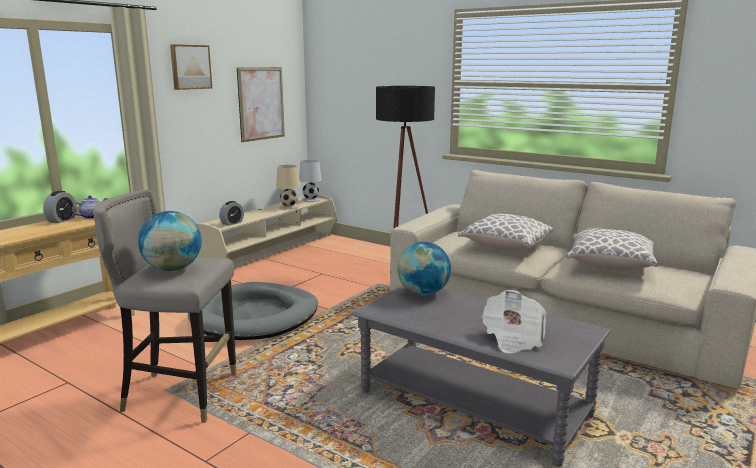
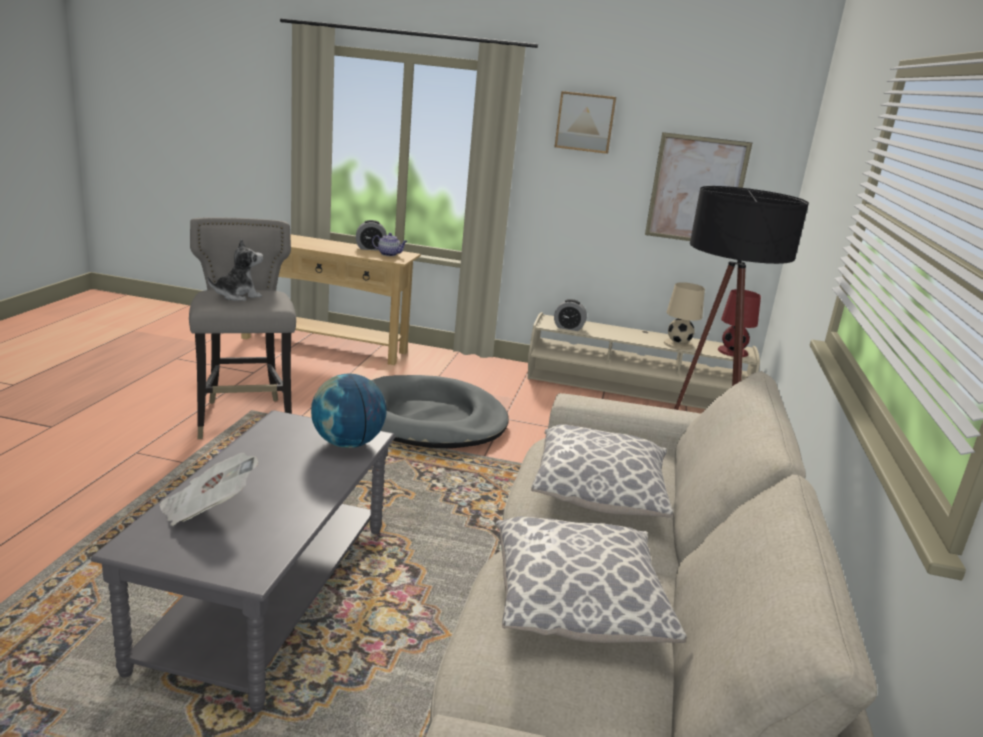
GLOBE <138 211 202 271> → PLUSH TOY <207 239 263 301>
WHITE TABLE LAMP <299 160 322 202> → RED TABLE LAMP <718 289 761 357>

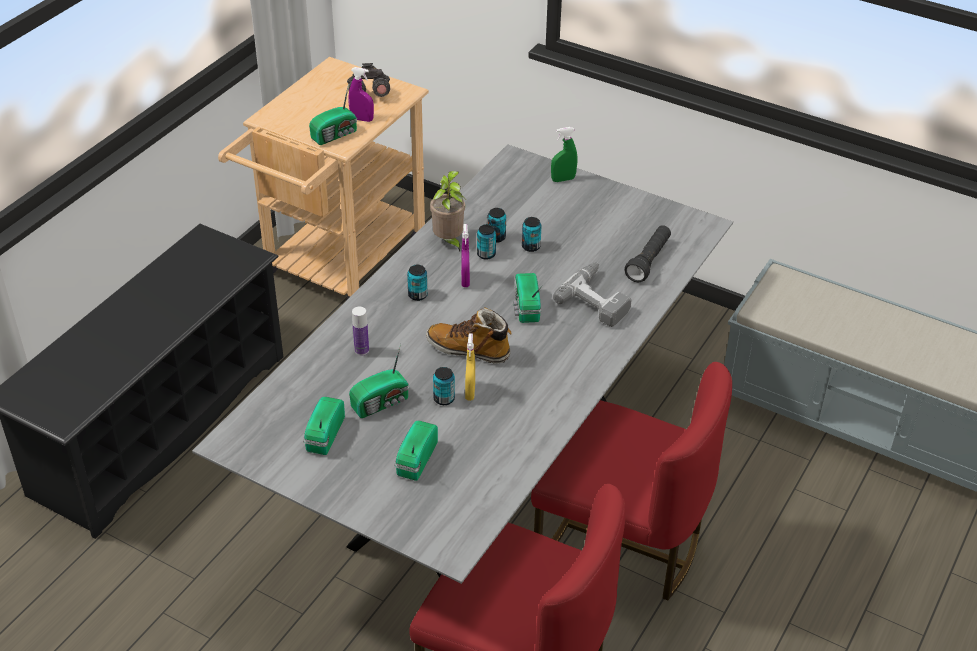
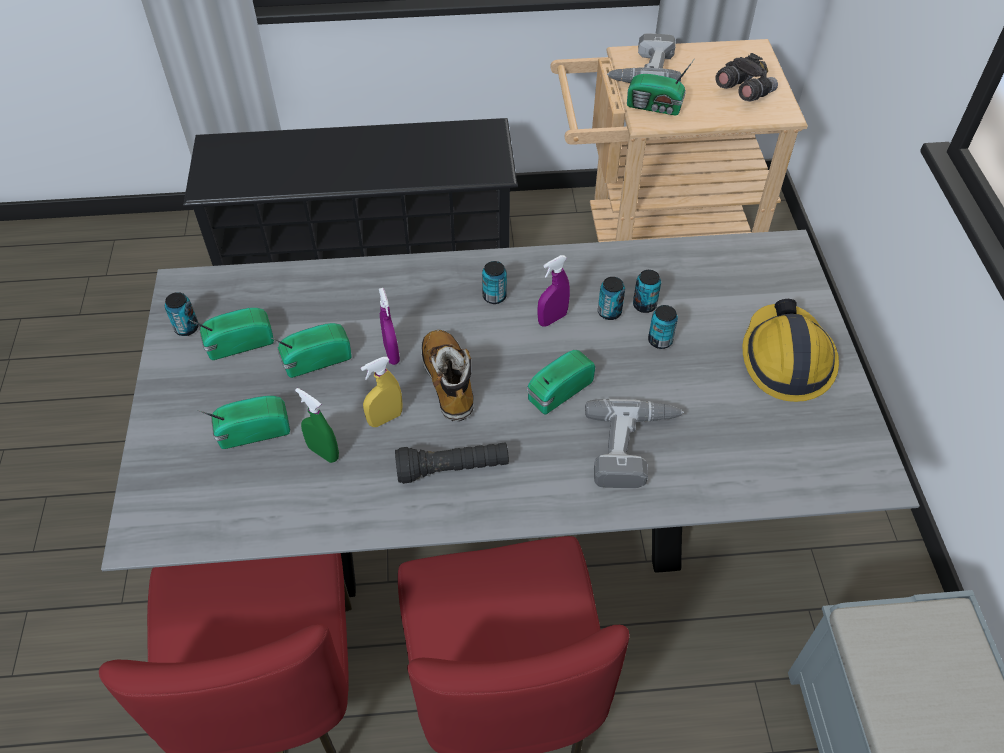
CAN <433 367 455 405> → CAN <165 292 199 336>, moved
RADIO <349 344 409 418> → RADIO <272 323 352 378>, 135 degrees clockwise
GREEN SPRAY BOTTLE <551 127 577 182> → GREEN SPRAY BOTTLE <295 388 339 463>, moved
PURPLE SPRAY BOTTLE <349 67 374 122> → PURPLE SPRAY BOTTLE <379 288 400 365>, moved
BLACK FLASHLIGHT <625 225 671 282> → BLACK FLASHLIGHT <395 443 509 484>, moved
- → POWER DRILL <607 34 681 83>
- → HARD HAT <742 299 839 402>
BOTTLE <352 307 369 356> → -
POTTED PLANT <430 171 465 252> → -

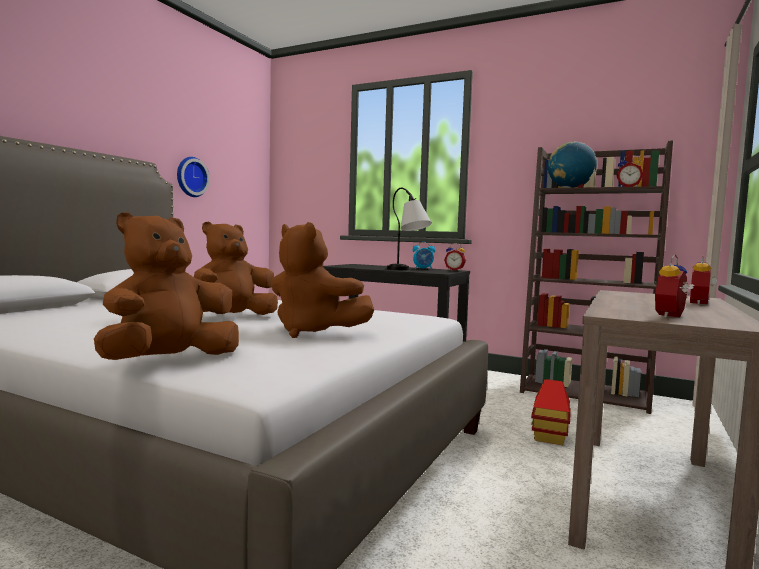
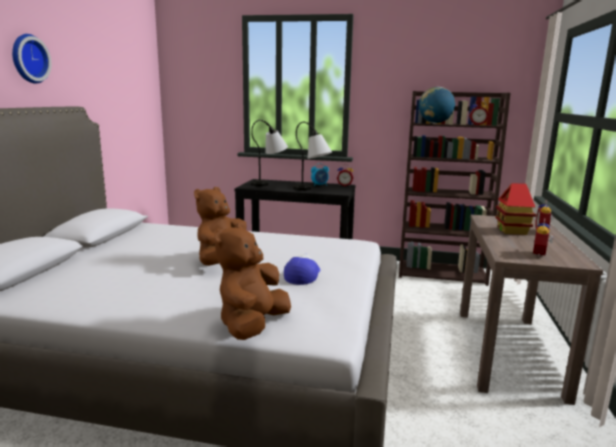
WALL CLOCK <177 157 210 197> → WALL CLOCK <12 34 52 84>, moved
- → TABLE LAMP <251 120 288 187>
BROWN PLUSH TOY <271 222 374 338> → CAP <284 254 320 285>
TOY HOUSE <531 379 571 445> → TOY HOUSE <495 183 536 235>, moved

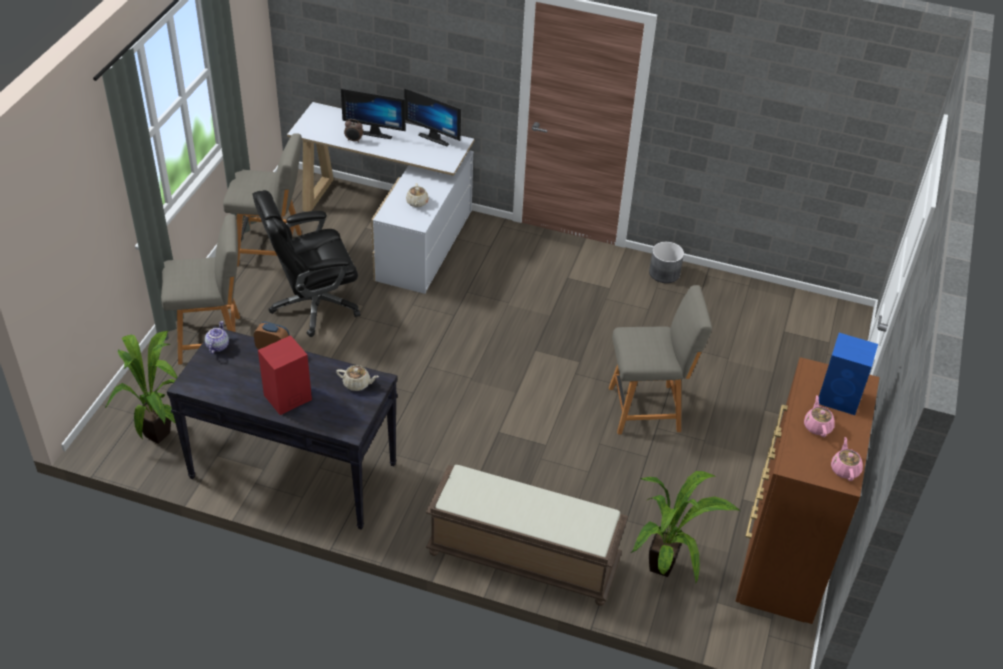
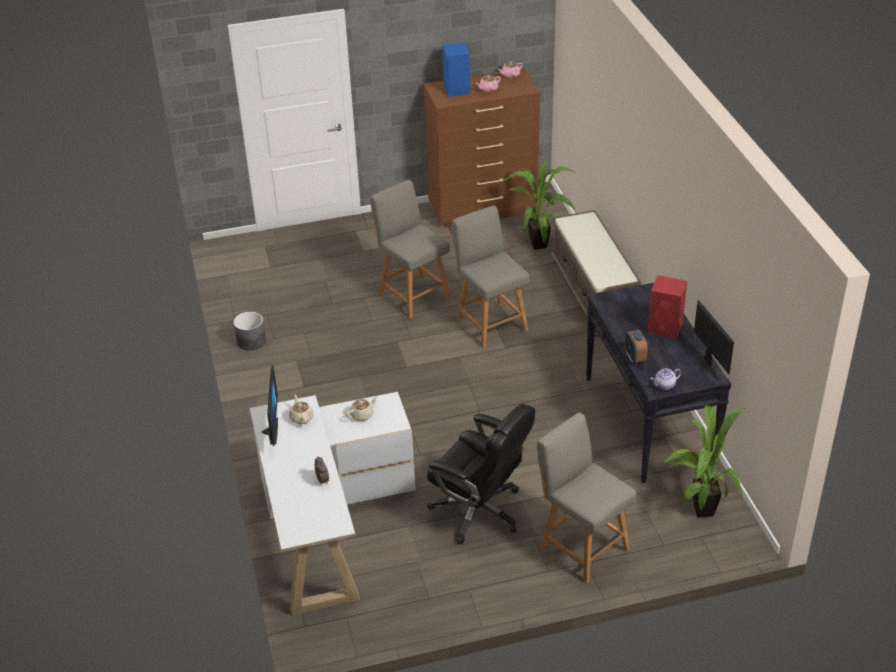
BEIGE TEAPOT <336 365 379 391> → BEIGE TEAPOT <289 395 313 424>, moved
GREY CHAIR <223 133 302 266> → GREY CHAIR <452 206 530 348>, moved
MONITOR <341 88 406 139> → MONITOR <694 300 734 376>, moved

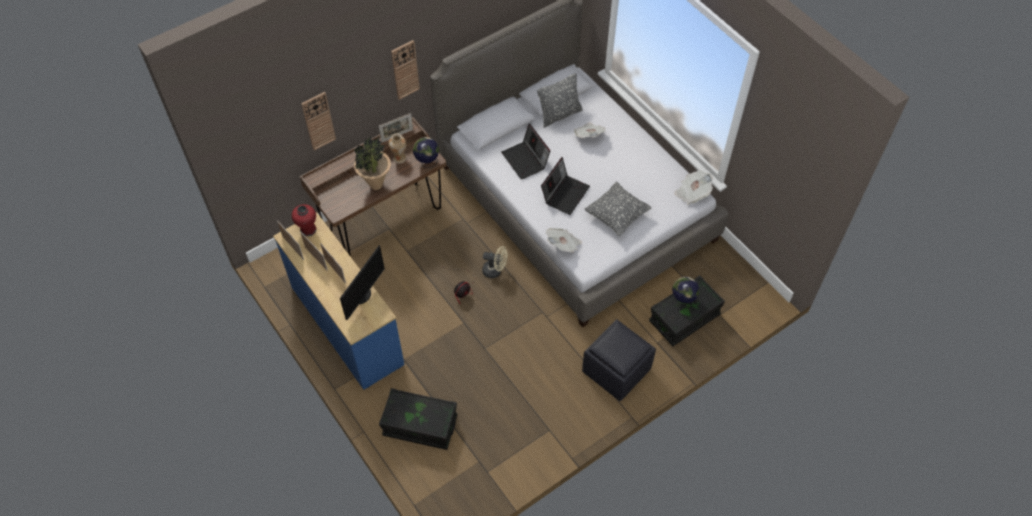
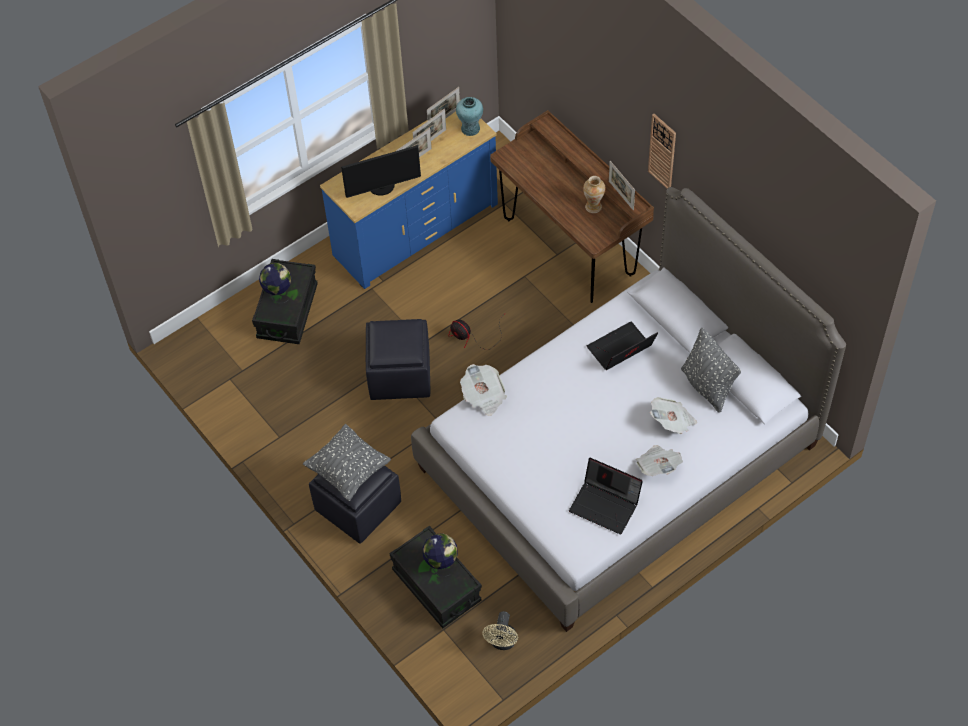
GLOBE <413 137 439 168> → GLOBE <259 263 292 303>, moved
GREY PILLOW <585 182 651 236> → GREY PILLOW <303 424 391 501>, moved
MONITOR <340 245 385 320> → MONITOR <341 145 421 198>, 45 degrees counterclockwise
- → BLACK OTTOMAN <366 319 430 400>
RED VASE <292 204 317 236> → TURQUOISE VASE <456 97 483 136>
BEIGE FAN <482 246 507 278> → BEIGE FAN <482 611 518 650>, moved
LAPTOP <541 157 590 215> → LAPTOP <569 458 643 534>, moved
NEWSPAPER <675 170 713 205> → NEWSPAPER <635 445 683 476>, moved
WALL CLOCK <301 92 336 151> → -
POTTED PLANT <354 137 391 190> → -

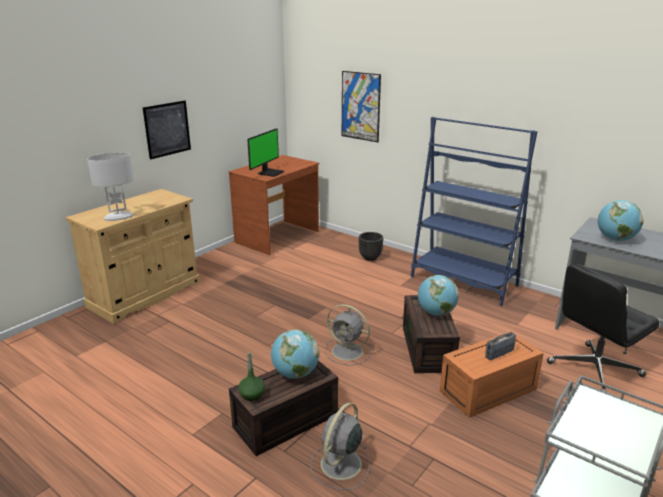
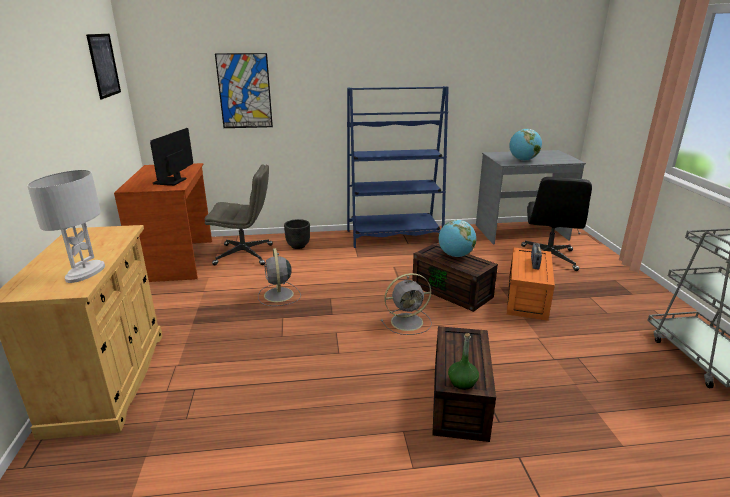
PICTURE <143 101 191 160> → PICTURE <86 34 121 99>, moved
MONITOR <247 128 284 177> → MONITOR <150 128 193 186>, 150 degrees counterclockwise
- → GREY OFFICE CHAIR <204 164 273 265>
GREY FAN <310 403 369 490> → GREY FAN <258 248 301 306>, moved
GLOBE <271 329 319 379> → -

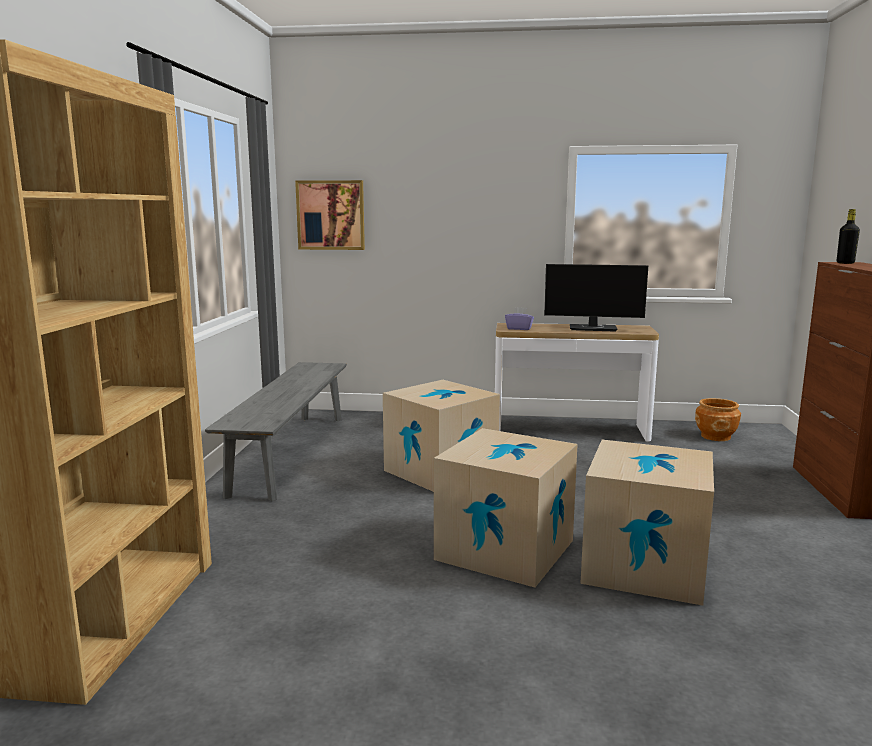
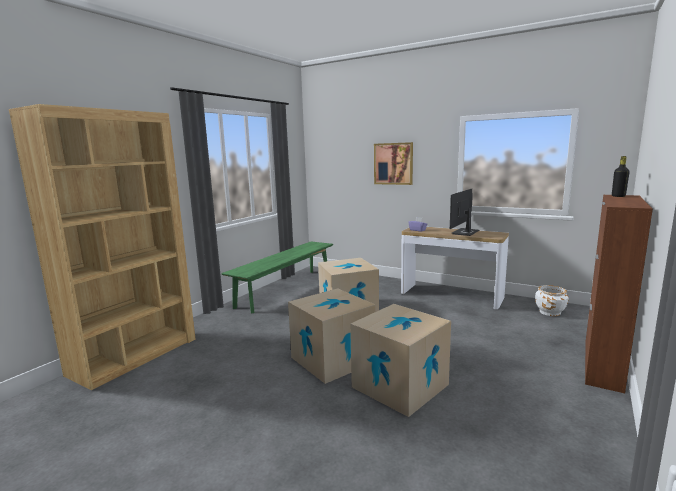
GREY BENCH <205 362 347 501> → GREEN BENCH <221 242 333 314>
PICTURE <295 180 365 250> → PICTURE <374 142 413 185>, moved
MONITOR <544 264 648 332> → MONITOR <450 189 479 236>, 90 degrees clockwise
BROWN PLANTER <695 398 741 441> → WHITE PLANTER <535 285 569 316>

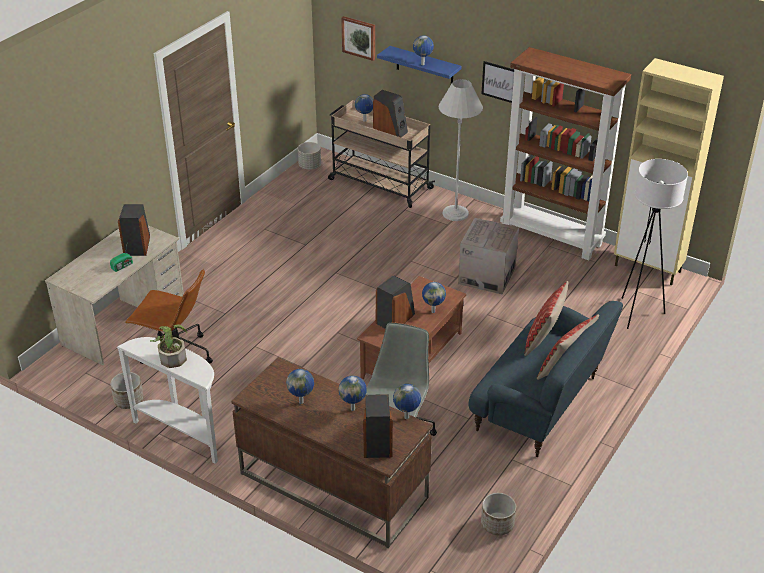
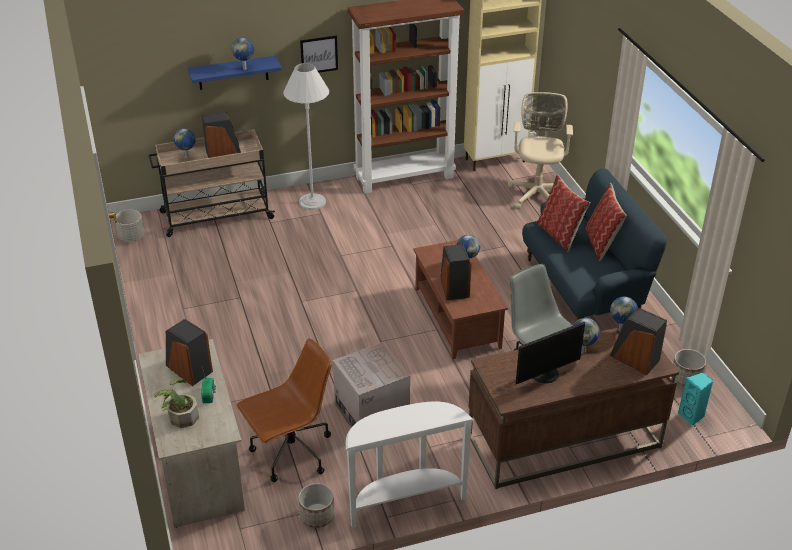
POTTED PLANT <150 324 187 368> → POTTED PLANT <154 379 199 428>, moved
CARDBOARD BOX <458 218 519 295> → CARDBOARD BOX <333 342 410 427>, moved
WHITE FLOOR LAMP <621 159 688 329> → BEIGE OFFICE CHAIR <508 92 573 209>
GLOBE <286 369 314 404> → MONITOR <516 322 585 384>
- → TURQUOISE SPEAKER <678 372 713 426>
PICTURE <341 16 375 61> → -

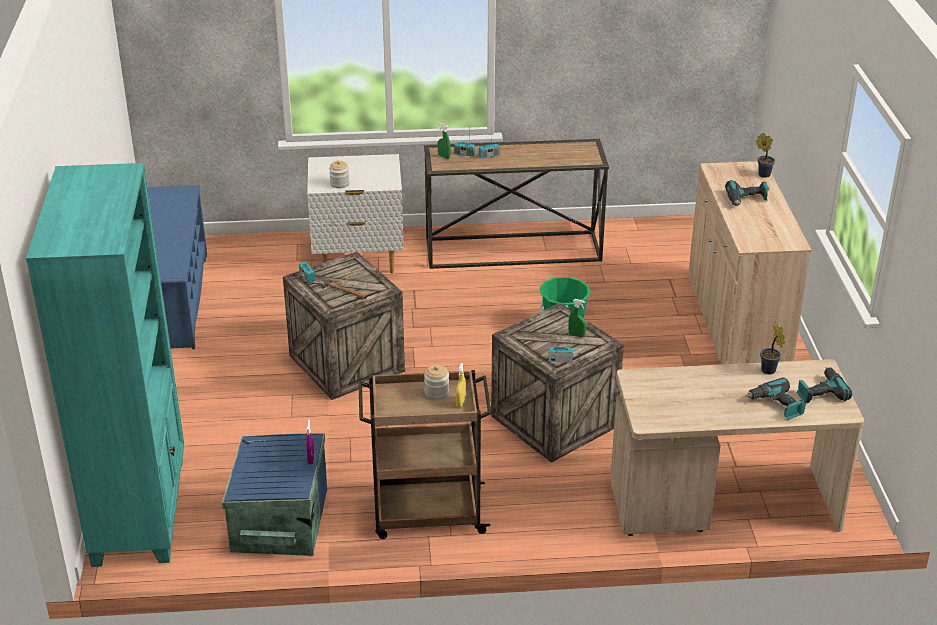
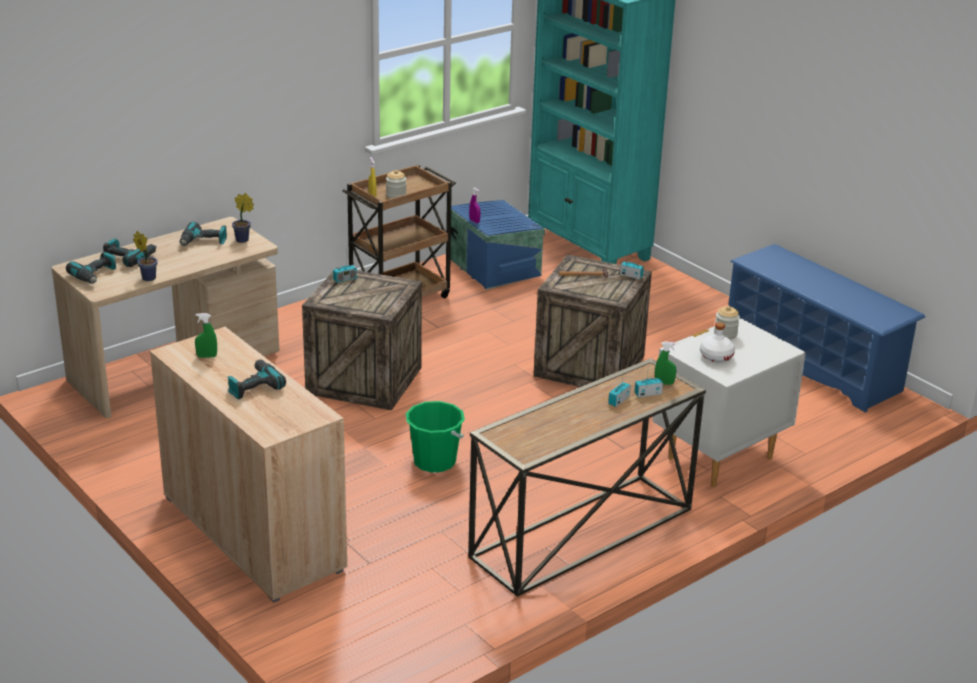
- → POWER DRILL <180 222 227 246>
GREEN SPRAY BOTTLE <568 299 586 337> → GREEN SPRAY BOTTLE <195 313 217 358>, moved
POTTED PLANT <756 133 775 178> → POTTED PLANT <232 193 254 243>, moved
- → WHITE BOTTLE <700 322 735 362>

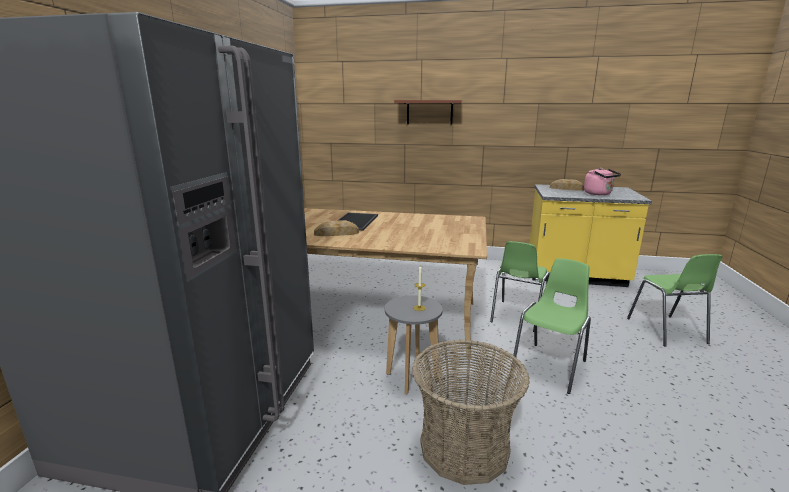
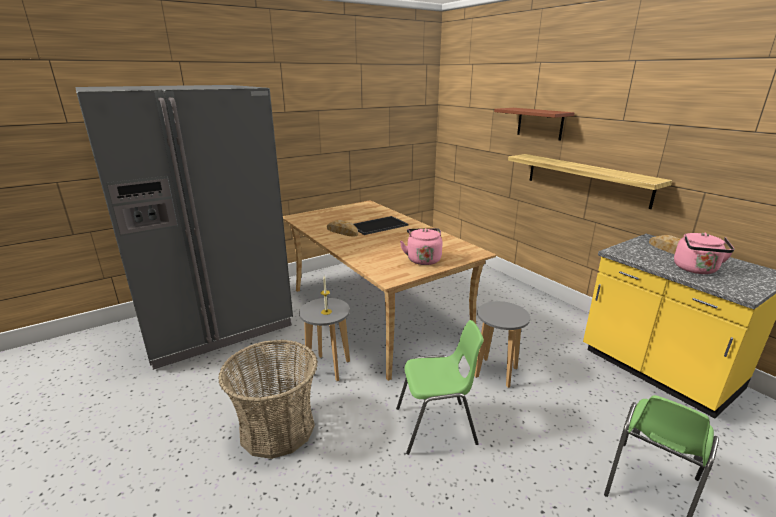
- → PINK KETTLE <400 228 442 265>
GREEN CHAIR <490 241 550 332> → GREY STOOL <474 301 530 388>
- → SHELF <508 154 672 209>

